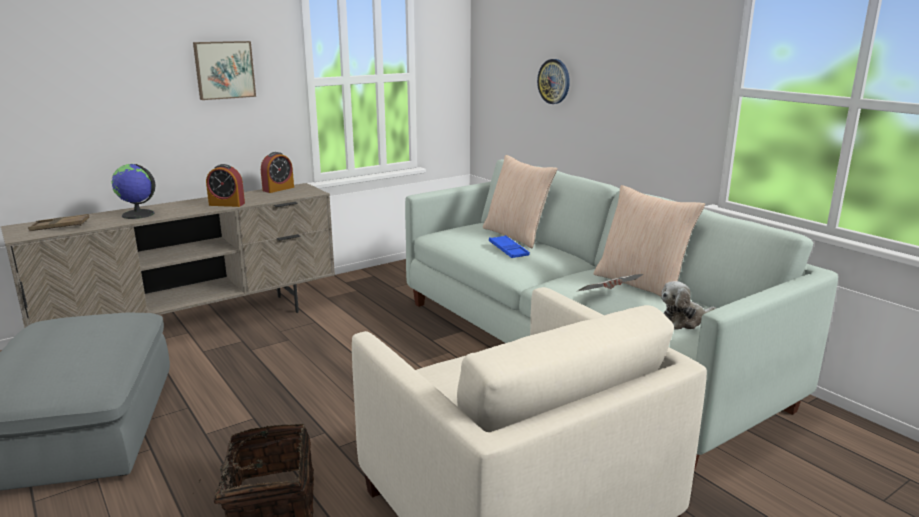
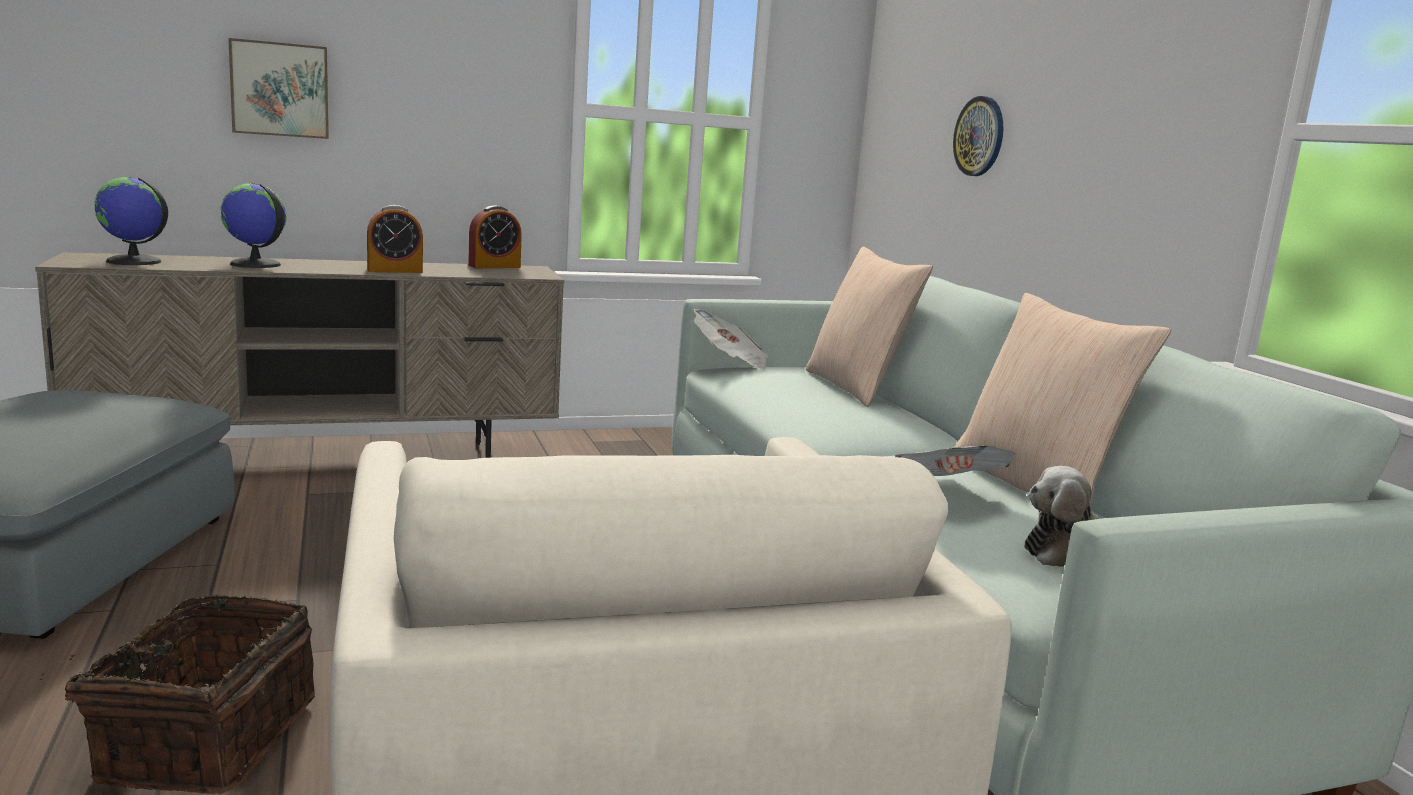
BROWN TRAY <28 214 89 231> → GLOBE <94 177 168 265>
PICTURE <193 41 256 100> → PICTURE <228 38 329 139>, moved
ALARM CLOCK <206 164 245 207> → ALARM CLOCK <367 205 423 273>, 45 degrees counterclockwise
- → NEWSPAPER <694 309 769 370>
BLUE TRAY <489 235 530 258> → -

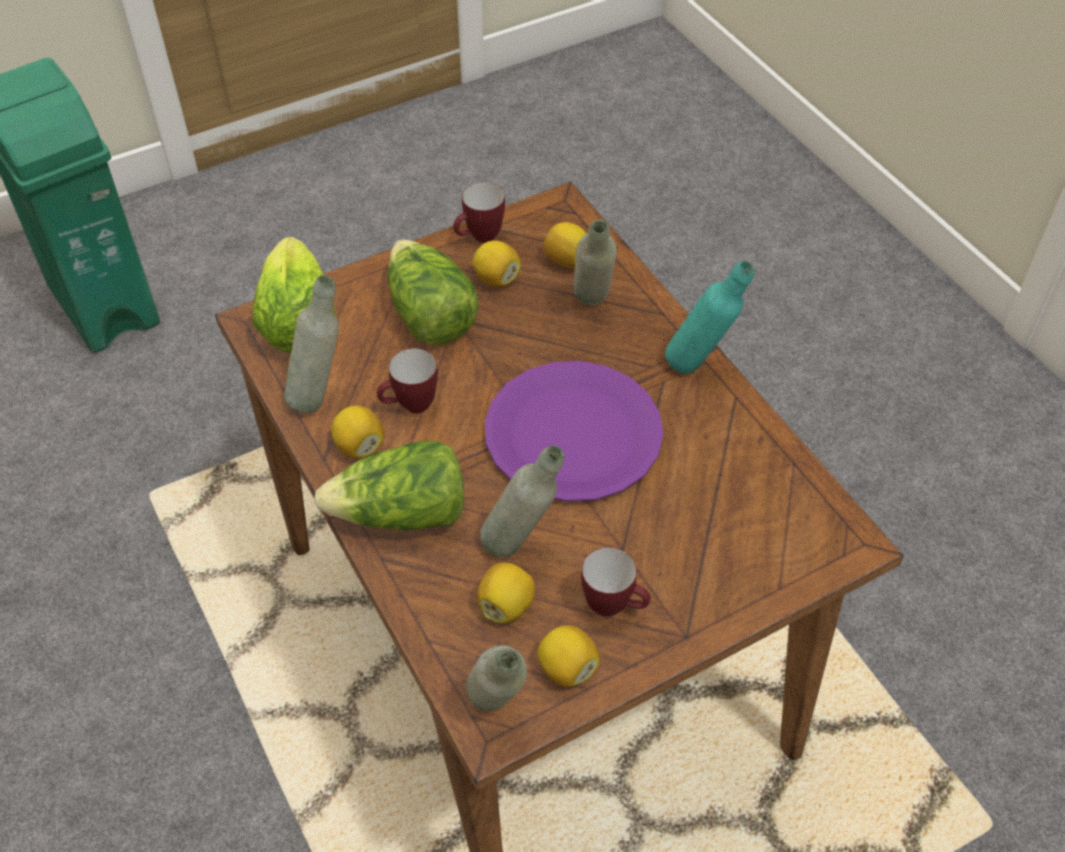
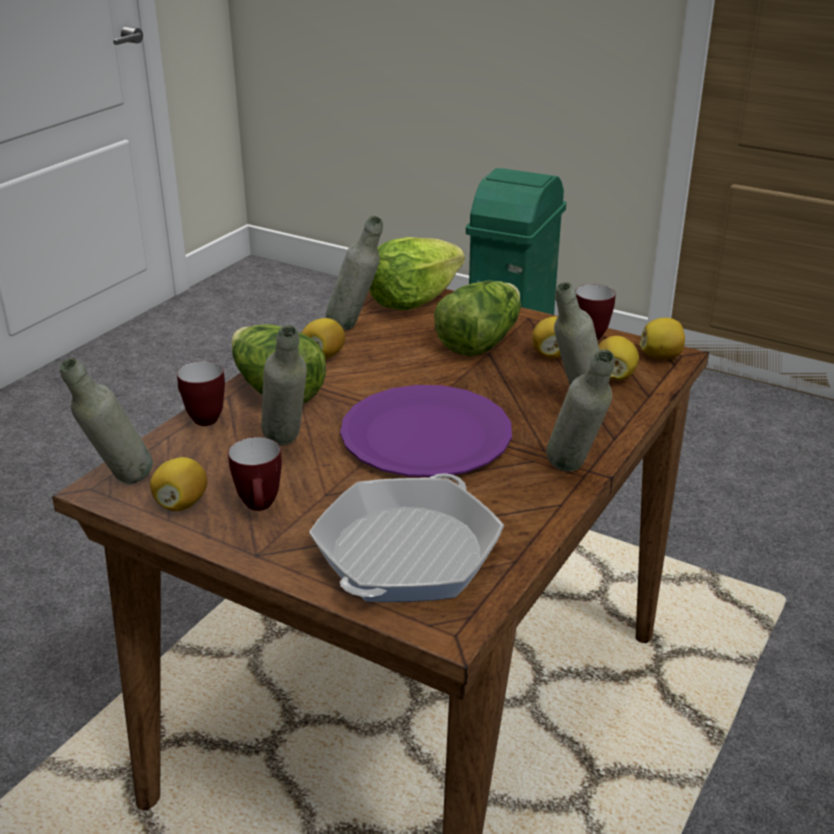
MUG <377 348 438 413> → MUG <177 361 225 426>, moved
- → FRYING PAN <309 473 504 602>
TURQUOISE BOTTLE <665 261 755 374> → GREY BOTTLE <547 349 615 472>
LEMON <477 563 535 623> → LEMON <640 318 685 359>, moved

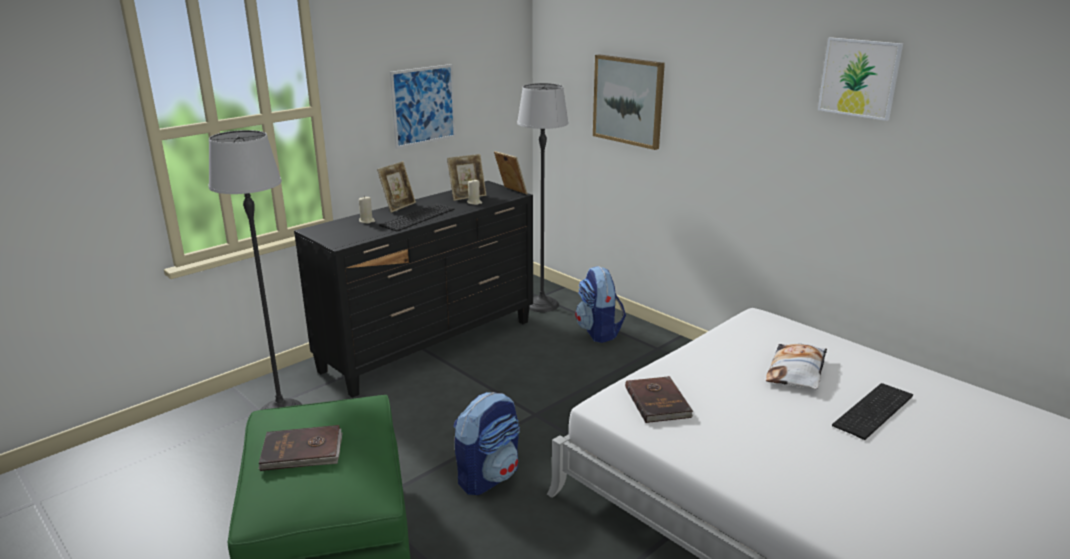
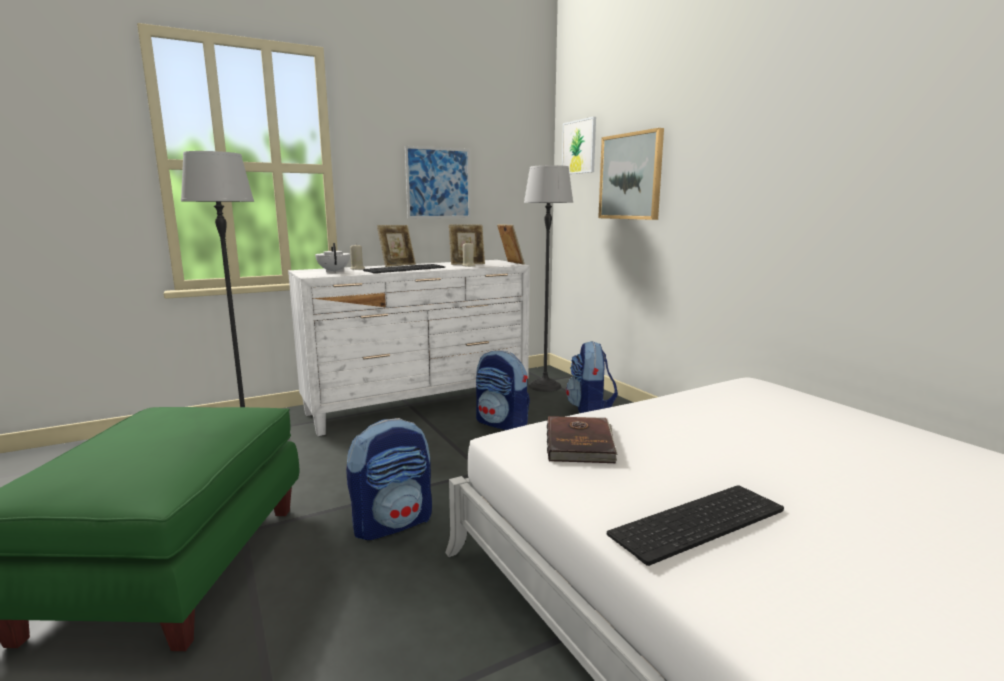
BLACK DRESSER <294 181 533 398> → WHITE DRESSER <288 260 530 436>
- → WHITE TEAPOT <315 243 350 273>
- → BACKPACK <476 350 530 430>
PICTURE <818 37 903 121> → PICTURE <562 117 596 174>, moved
KEYBOARD <832 383 913 440> → KEYBOARD <607 485 784 566>, moved
BROWN BOOK <258 425 342 471> → -
PILLOW <766 344 827 389> → -

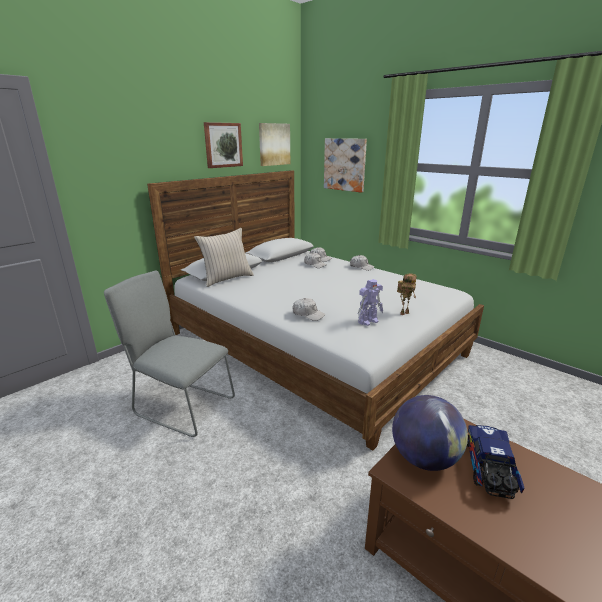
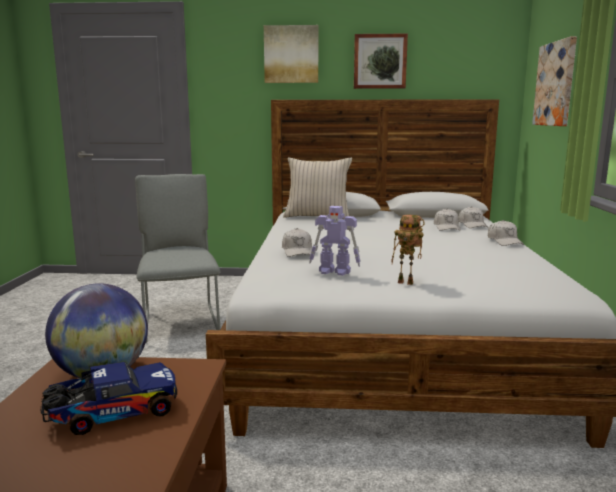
PICTURE <259 123 290 166> → PICTURE <264 25 319 83>, moved

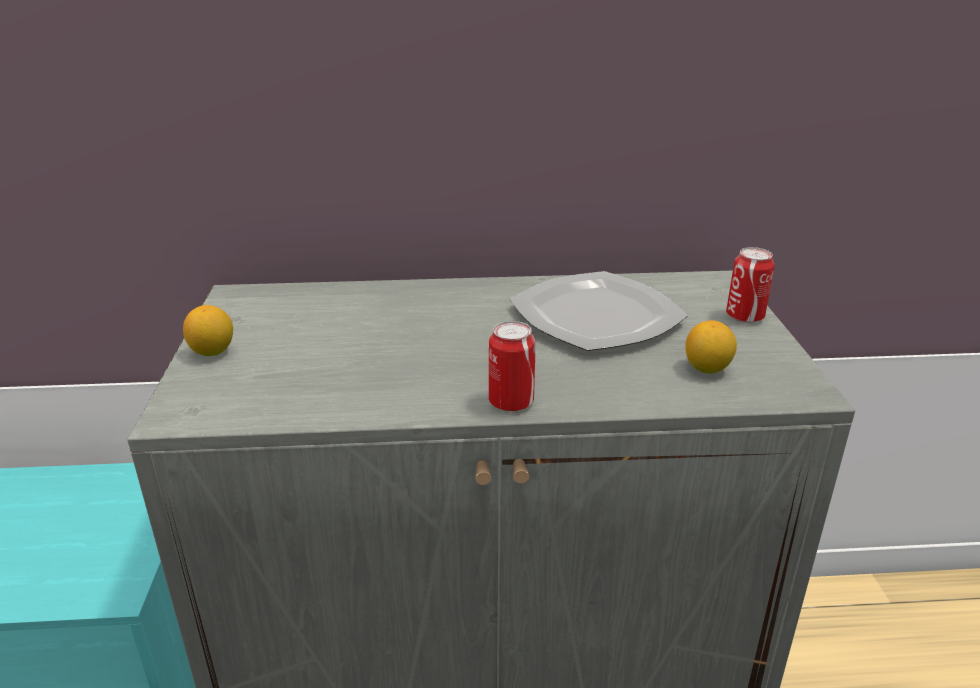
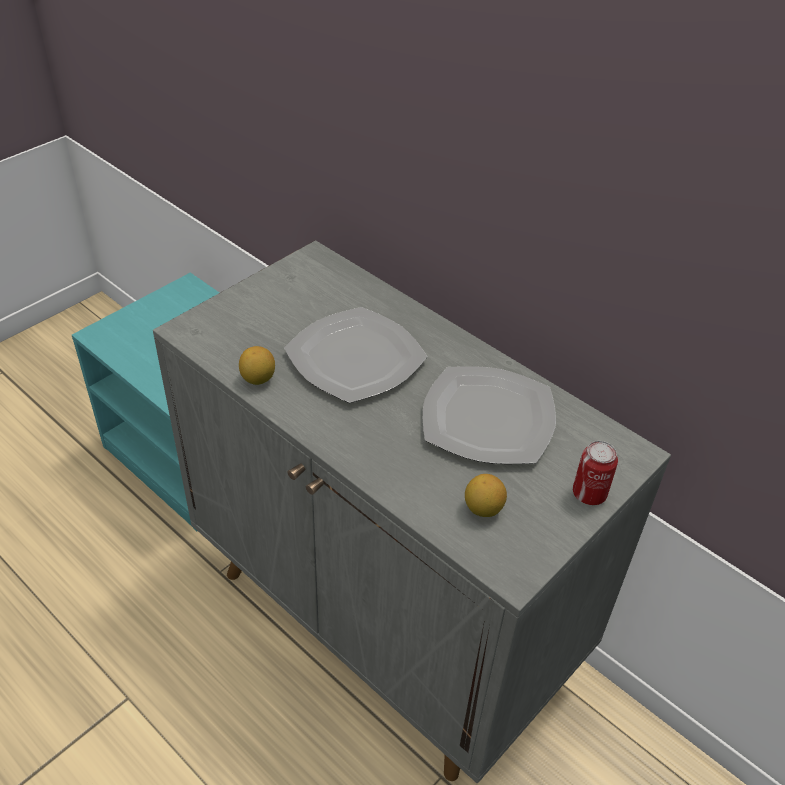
LEMON <183 305 233 356> → LEMON <239 346 275 385>, moved
- → PLATE <284 307 428 403>
CAN <489 321 535 412> → -

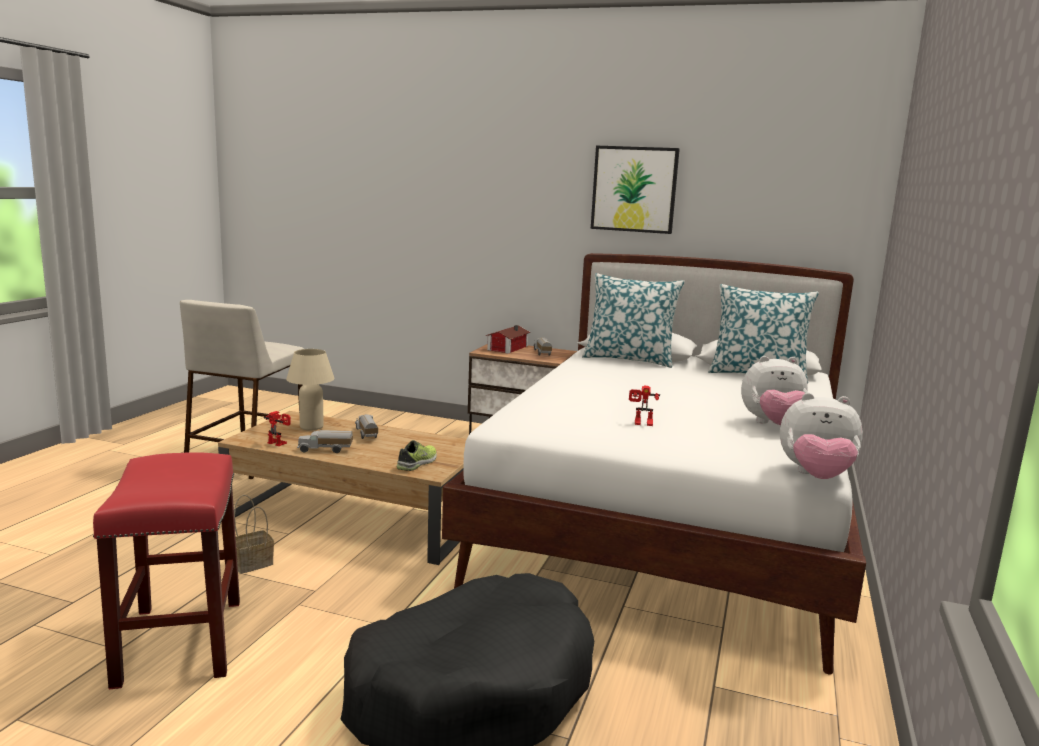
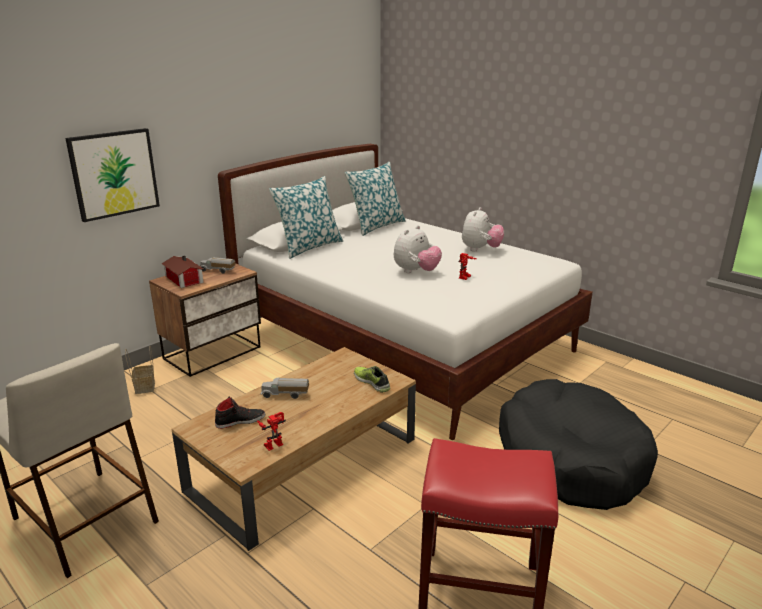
PICTURE <591 146 680 234> → PICTURE <65 128 160 222>, moved
BASKET <234 495 274 574> → BASKET <125 346 155 394>, moved
BEIGE TABLE LAMP <286 349 335 431> → BLACK SHOE <215 397 265 429>
PLUSH TOY <780 393 863 479> → PLUSH TOY <394 225 442 273>, moved
TOY TRUCK <297 430 353 453> → -

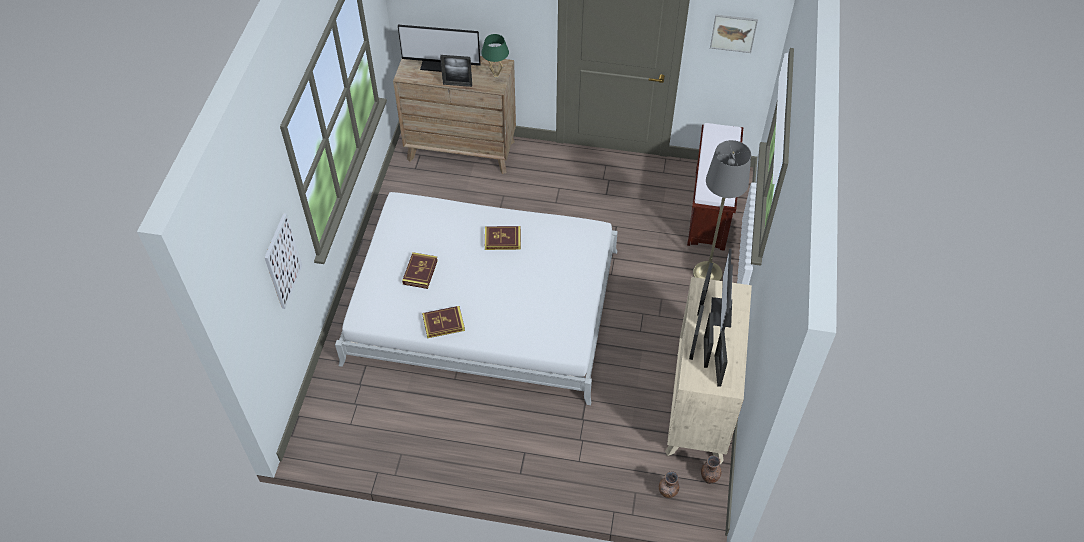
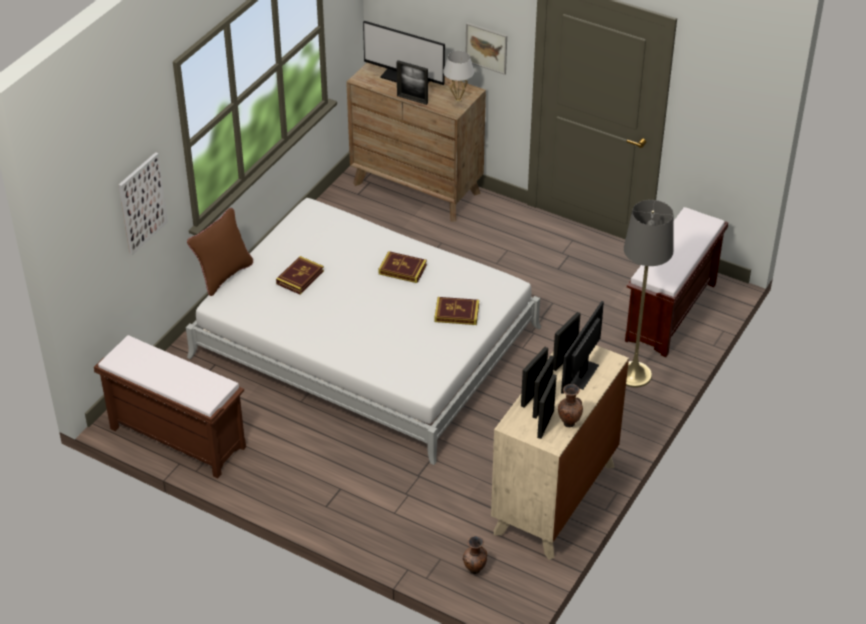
- → BROWN BENCH <94 335 246 478>
- → BROWN PILLOW <187 208 253 296>
BOOK <422 306 465 338> → BOOK <435 297 479 325>, moved
GREEN TABLE LAMP <481 34 509 78> → WHITE TABLE LAMP <443 51 474 102>
PICTURE <710 14 758 53> → PICTURE <466 23 507 75>, moved
BROWN VASE <701 455 721 484> → BROWN VASE <558 384 583 427>, moved

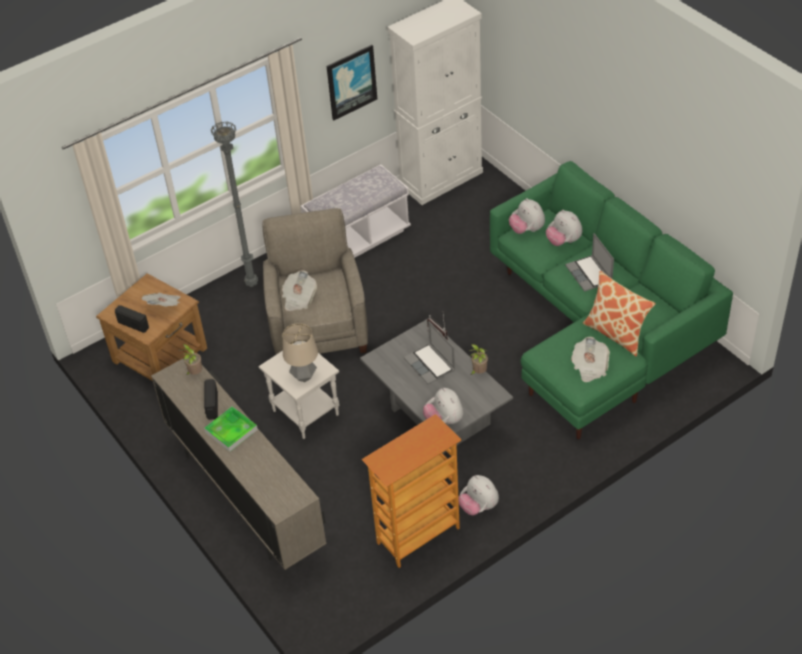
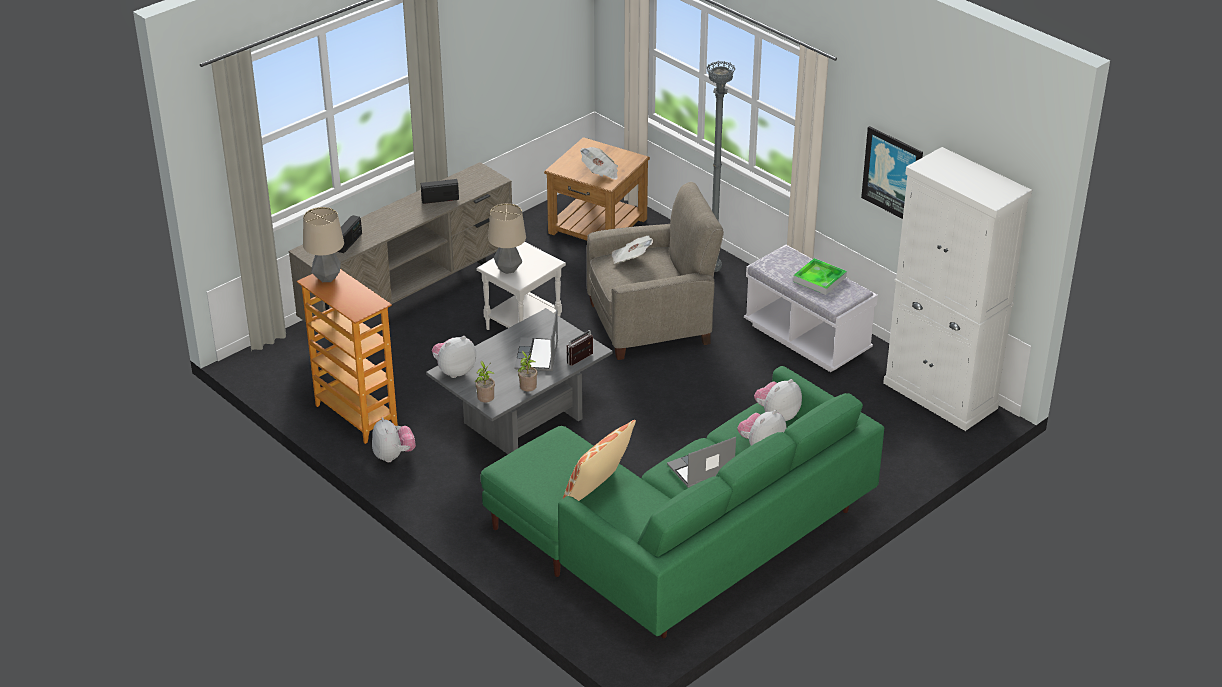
- → TABLE LAMP <303 207 344 282>
RADIO <115 305 149 333> → RADIO <337 215 362 253>, moved
PLUSH TOY <458 475 499 515> → PLUSH TOY <372 417 416 463>, 120 degrees clockwise
POTTED PLANT <182 344 202 375> → POTTED PLANT <475 361 495 402>, moved
LAPTOP <404 322 455 385> → LAPTOP <515 309 558 371>, 45 degrees counterclockwise
TRAY <204 406 258 452> → TRAY <793 258 847 295>, moved
NEWSPAPER <571 337 610 382> → -

